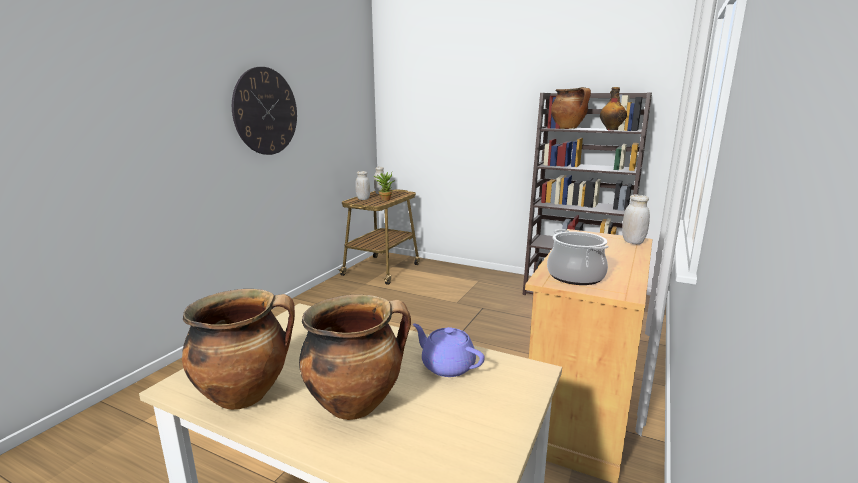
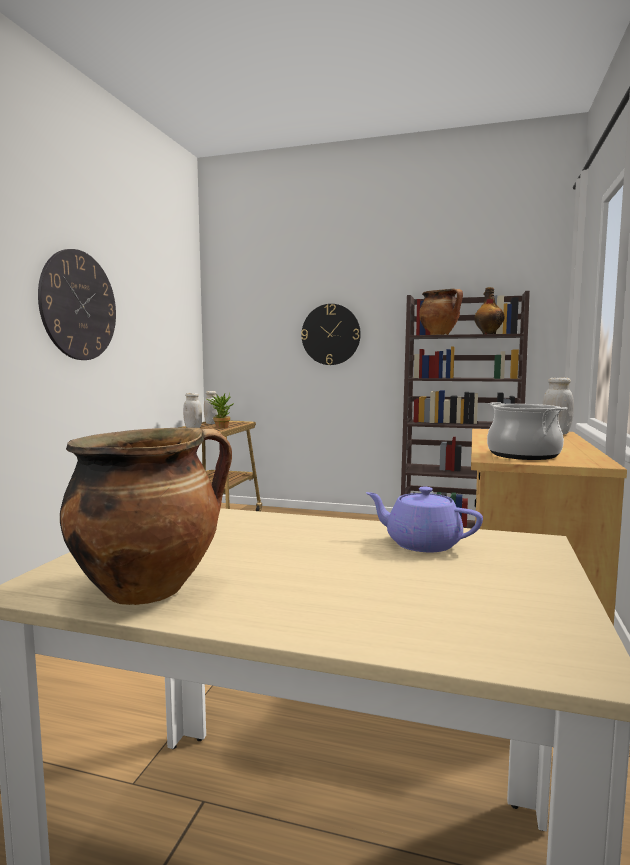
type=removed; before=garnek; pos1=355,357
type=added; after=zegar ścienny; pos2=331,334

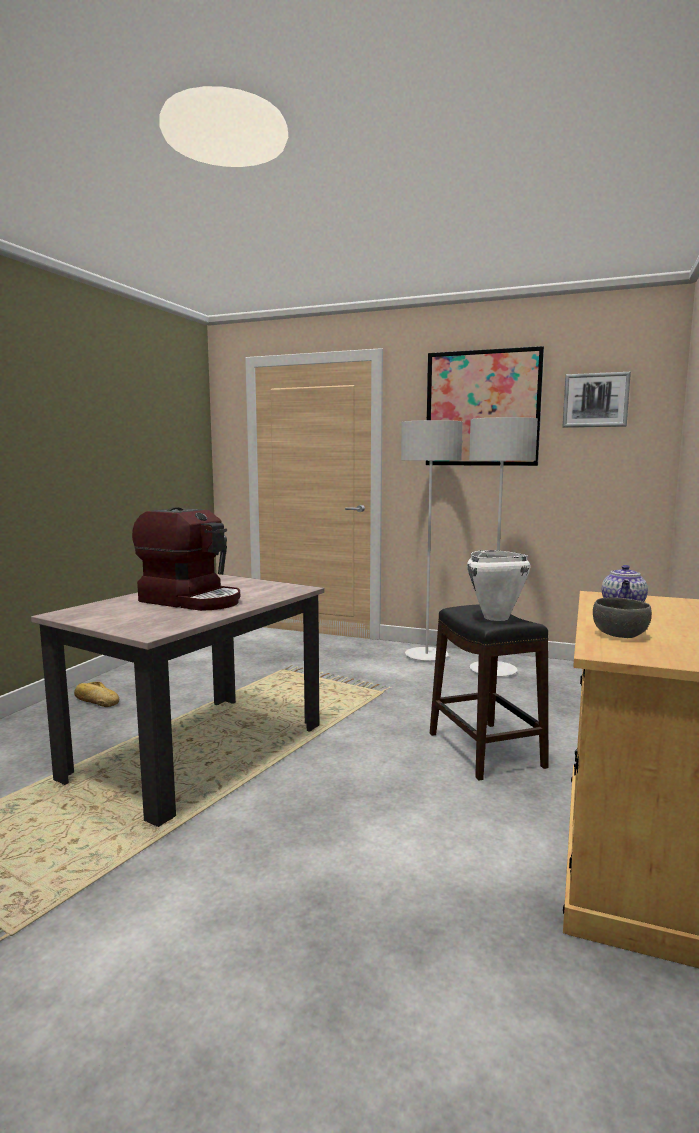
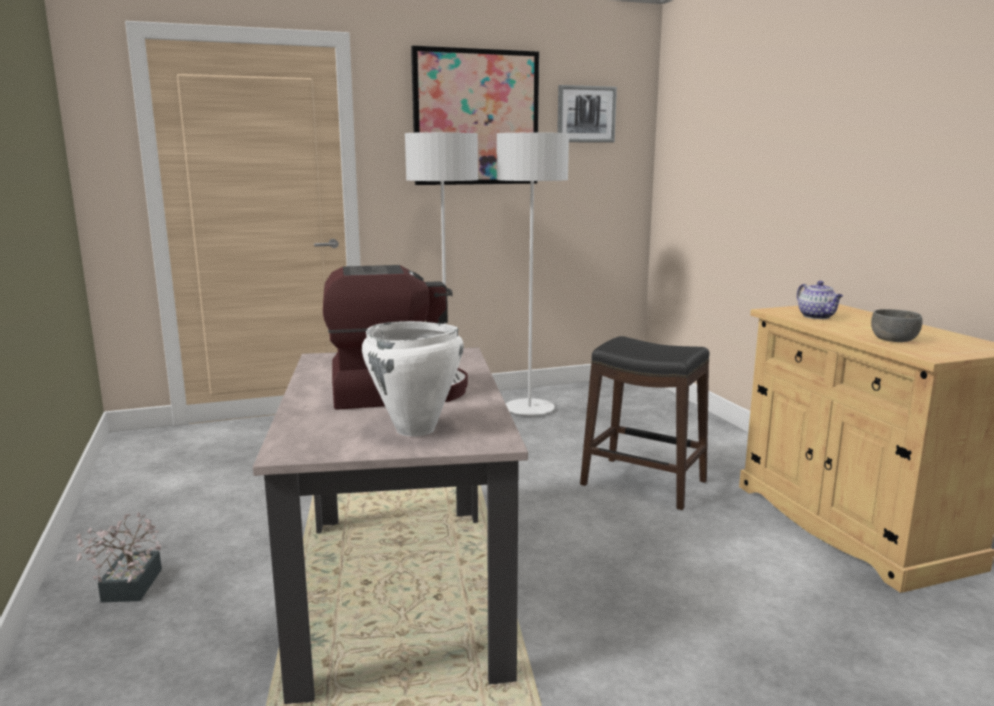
type=moved; before=garnek [biały]; pos1=498,585; pos2=413,378
type=replaced; before=chleb; after=roślina doniczkowa; pos1=96,694; pos2=119,557

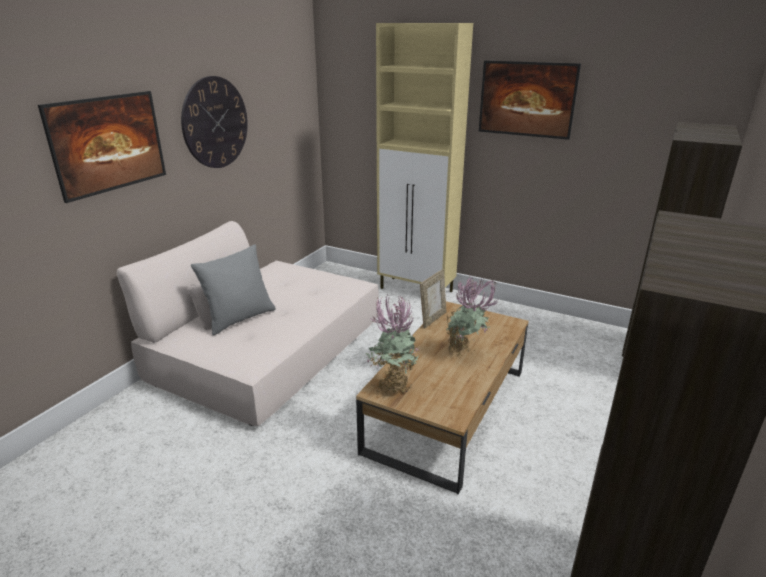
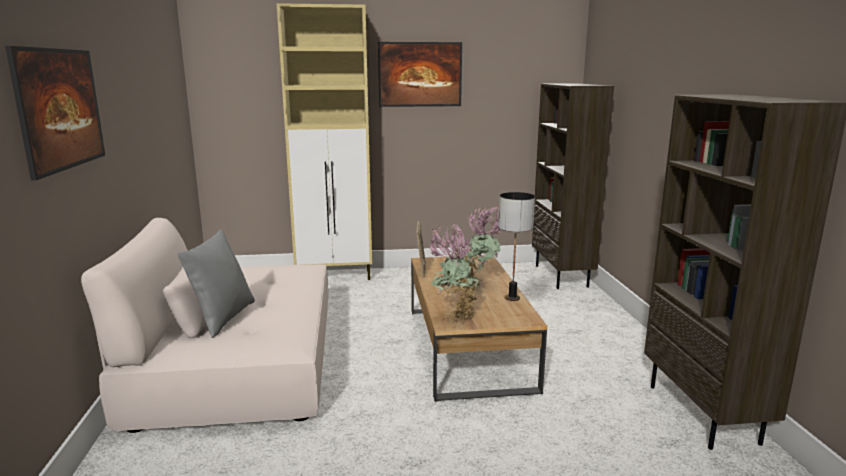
type=removed; before=zegar ścienny; pos1=214,122
type=added; after=lampa stołowa; pos2=517,246

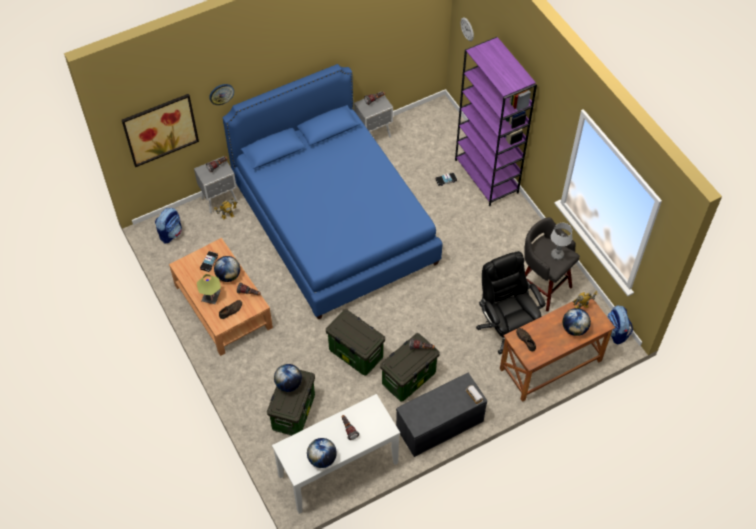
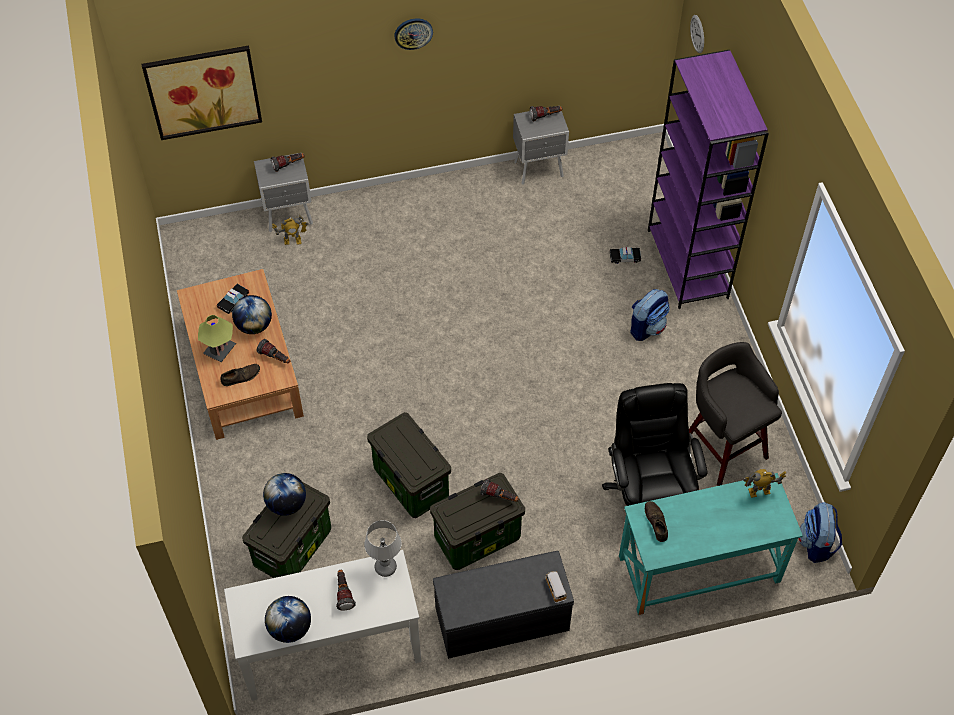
type=removed; before=łóżko [niebieski]; pos1=333,192
type=moved; before=zegar ścienny; pos1=221,94; pos2=413,34
type=moved; before=plecak; pos1=168,225; pos2=650,315
type=moved; before=lampa stołowa; pos1=562,241; pos2=383,548
type=recoloured; before=biurko [brązowy]; after=biurko [turkusowy]; pos1=557,350; pos2=711,544
type=removed; before=globus; pos1=577,322

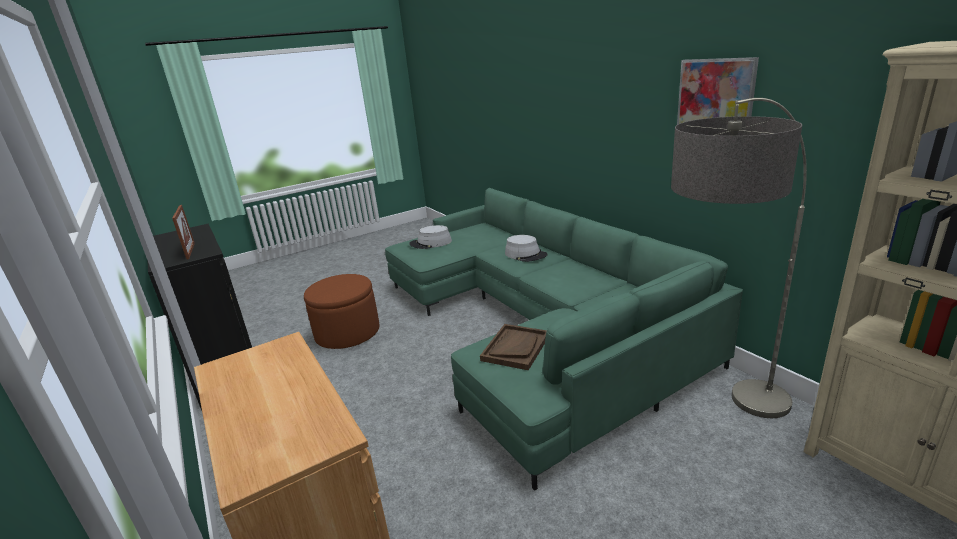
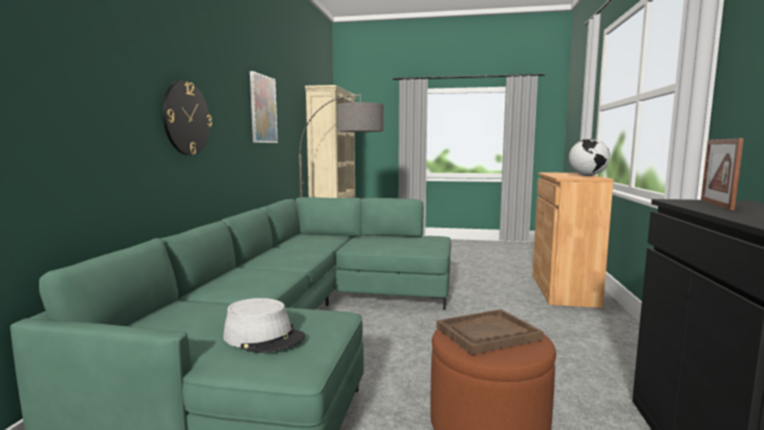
type=removed; before=kapelusz [szary]; pos1=526,248
type=moved; before=taca [brązowy]; pos1=513,347; pos2=490,332
type=added; after=zegar ścienny; pos2=187,118
type=added; after=globus; pos2=589,157

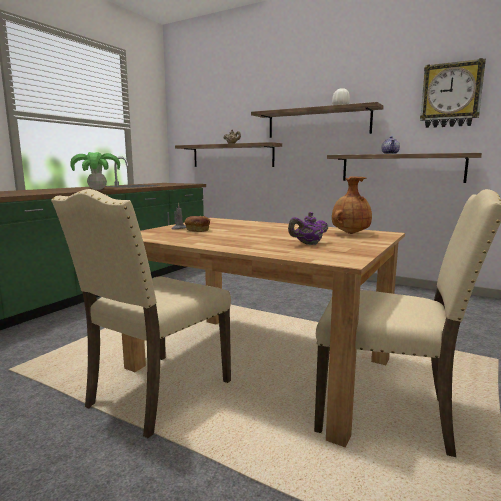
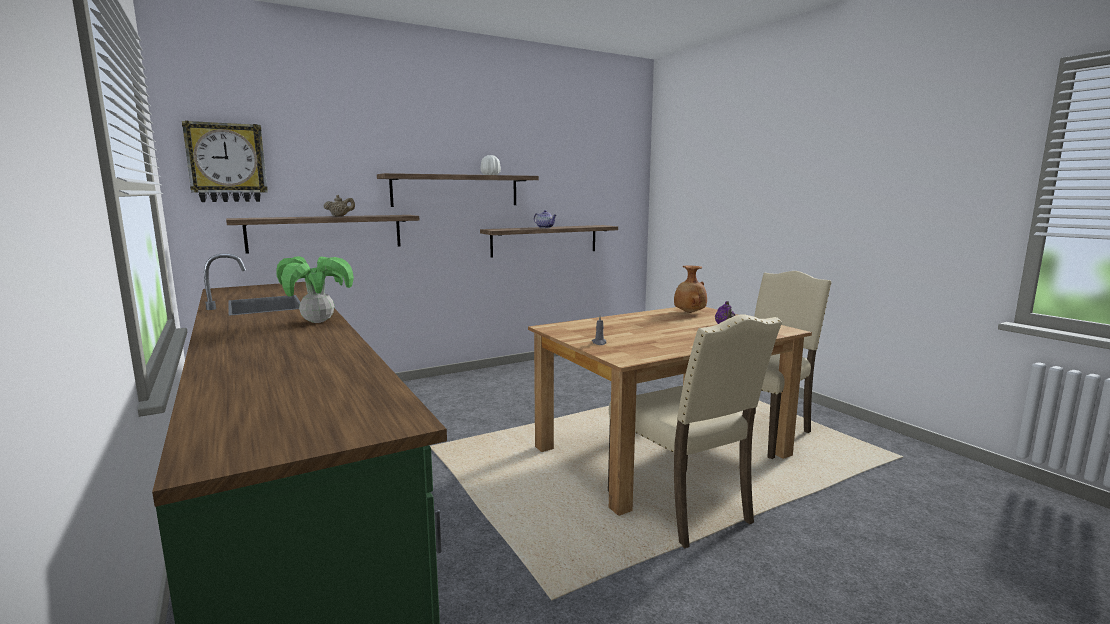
type=moved; before=zegar ścienny; pos1=453,93; pos2=225,161
type=removed; before=chleb; pos1=197,224

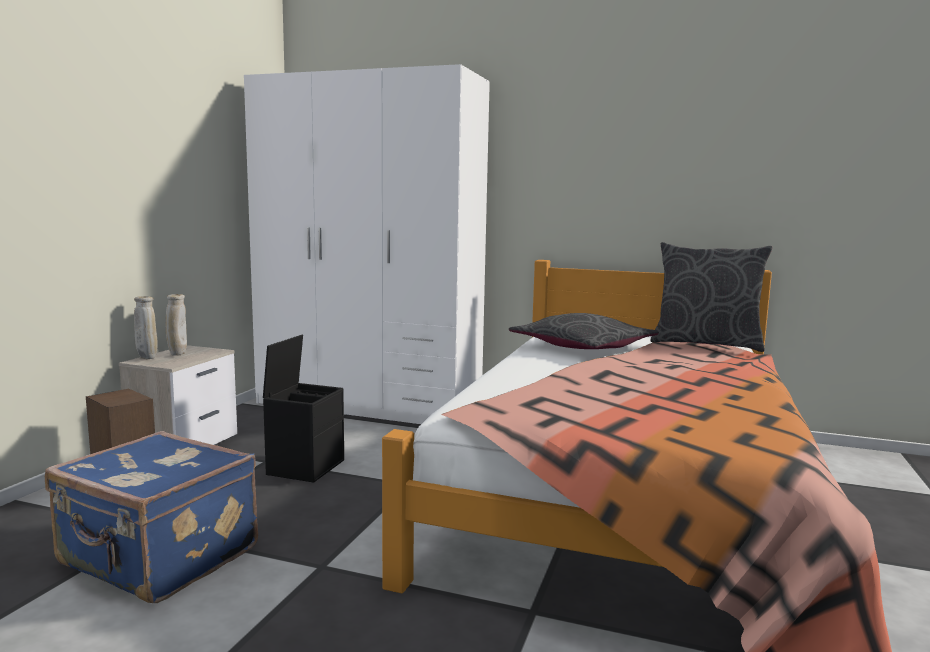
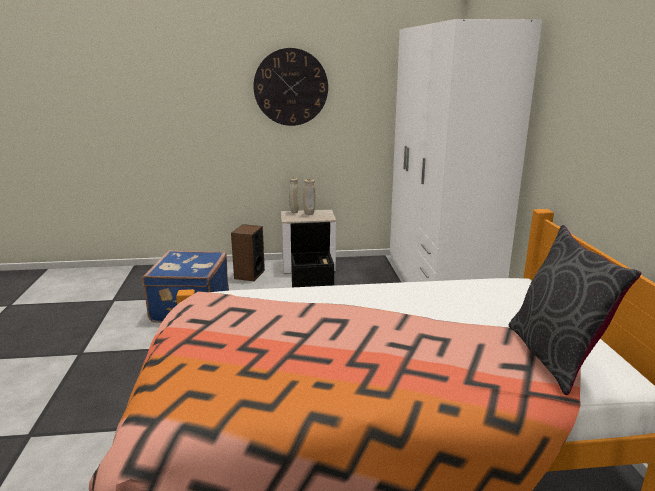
type=removed; before=poduszka [szary]; pos1=584,331
type=added; after=zegar ścienny; pos2=290,87

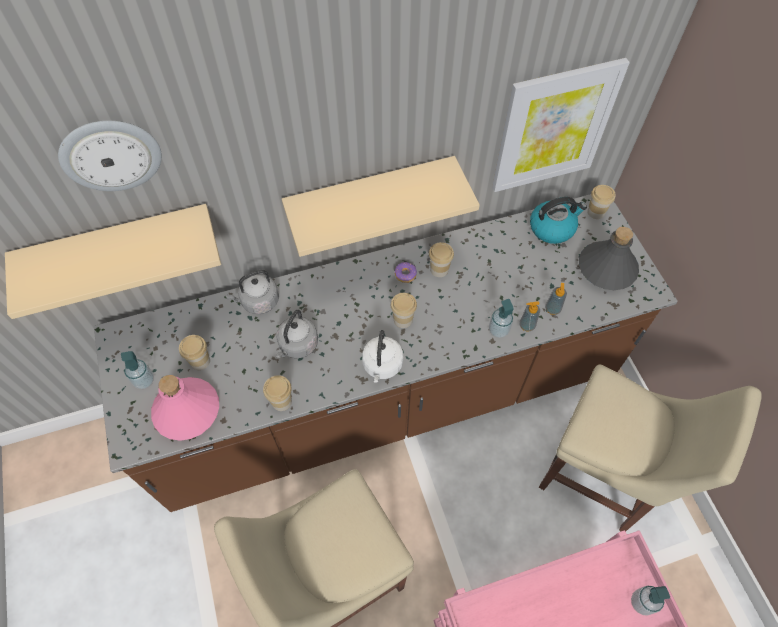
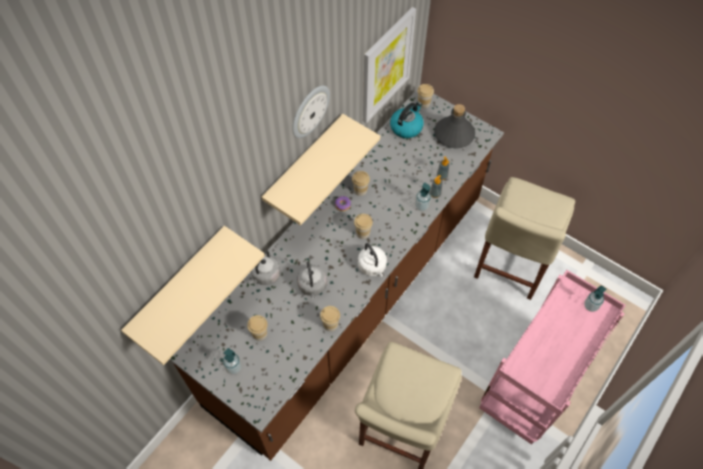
type=moved; before=zegar ścienny; pos1=110,156; pos2=311,111
type=turned; before=krzesło [beżowy]; pos1=650,448; pos2=524,238; turn=120
type=removed; before=butelka [różowy]; pos1=185,408

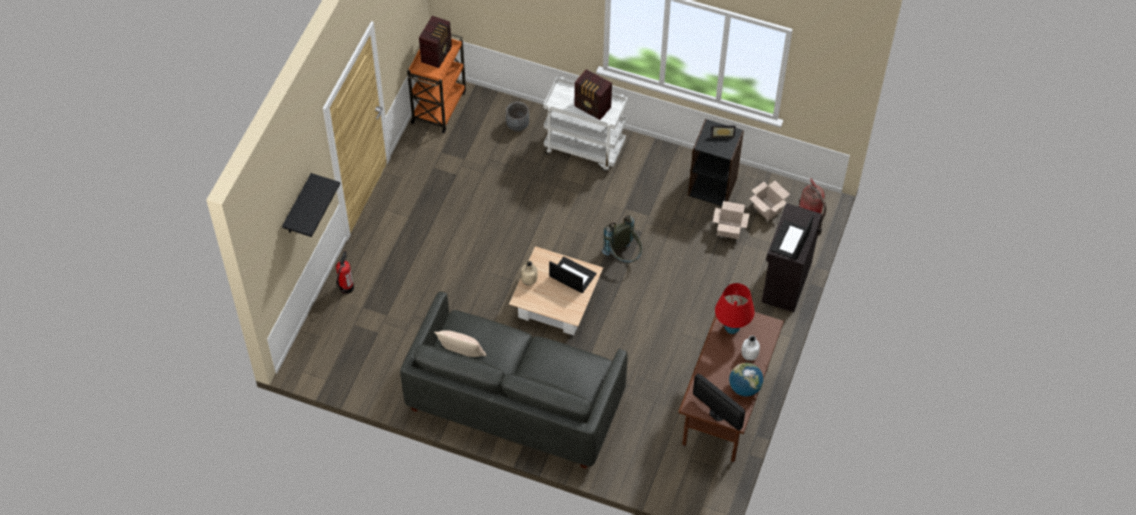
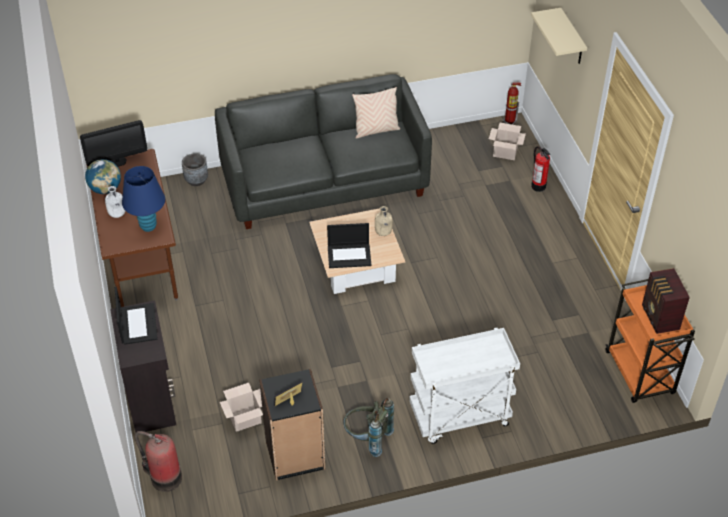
type=removed; before=radio; pos1=593,94
type=moved; before=donica [szary]; pos1=517,117; pos2=195,169
type=recoloured; before=półka [czarny]; after=półka [beżowy]; pos1=311,205; pos2=559,36
type=moved; before=karton; pos1=769,201; pos2=507,141
type=moved; before=plecak [szary]; pos1=622,239; pos2=368,427
type=recoloured; before=lampa stołowa [czerwony]; after=lampa stołowa [niebieski]; pos1=735,308; pos2=143,199
type=turned; before=monitor; pos1=719,402; pos2=113,143; turn=150
type=added; after=gaśnica; pos2=512,103

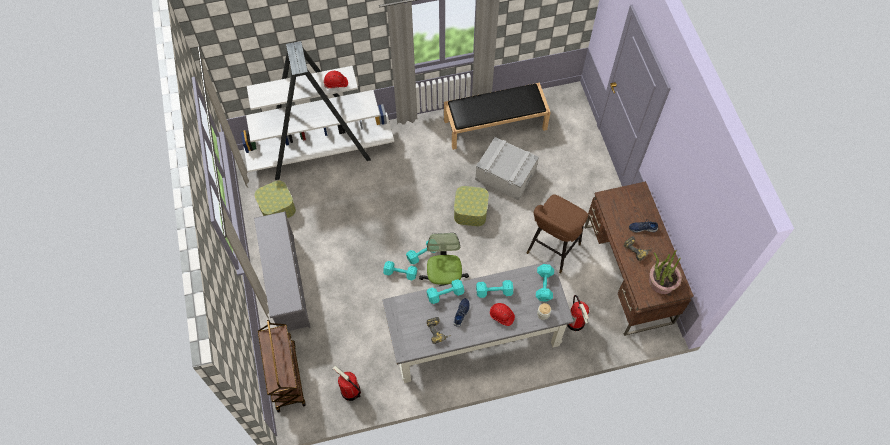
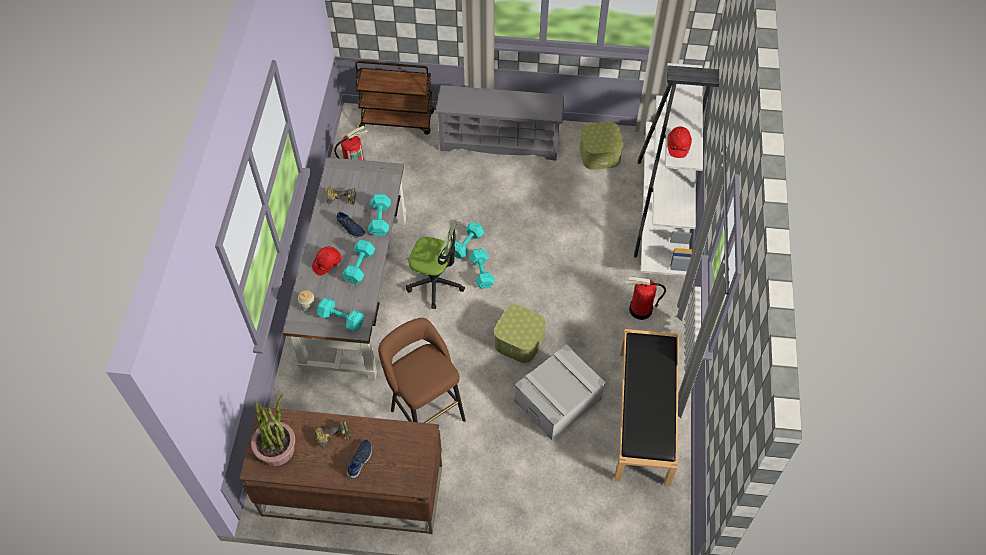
type=moved; before=gaśnica; pos1=578,313; pos2=645,298

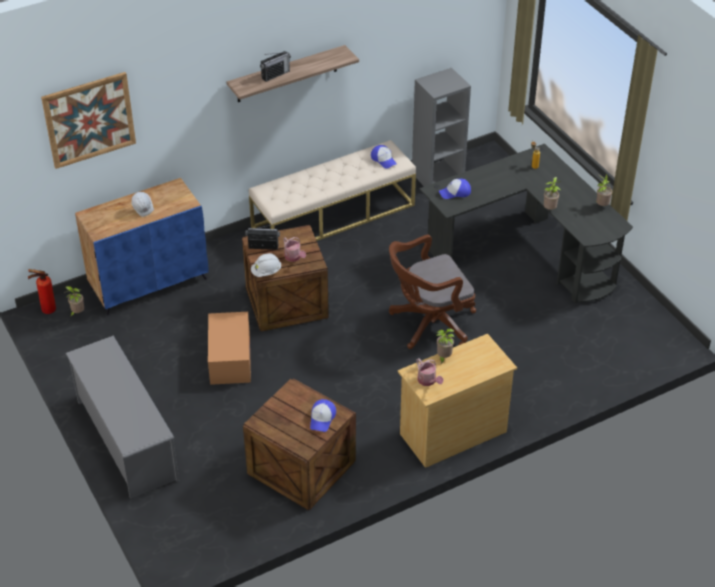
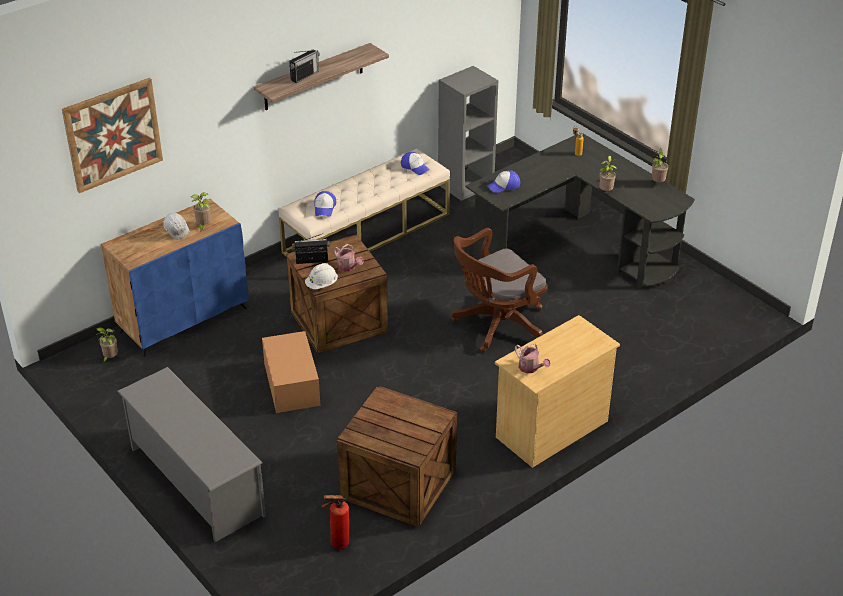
type=moved; before=gaśnica; pos1=42,291; pos2=335,522
type=moved; before=roślina doniczkowa; pos1=446,346; pos2=201,211
type=moved; before=czapka z daszkiem; pos1=323,415; pos2=325,203

